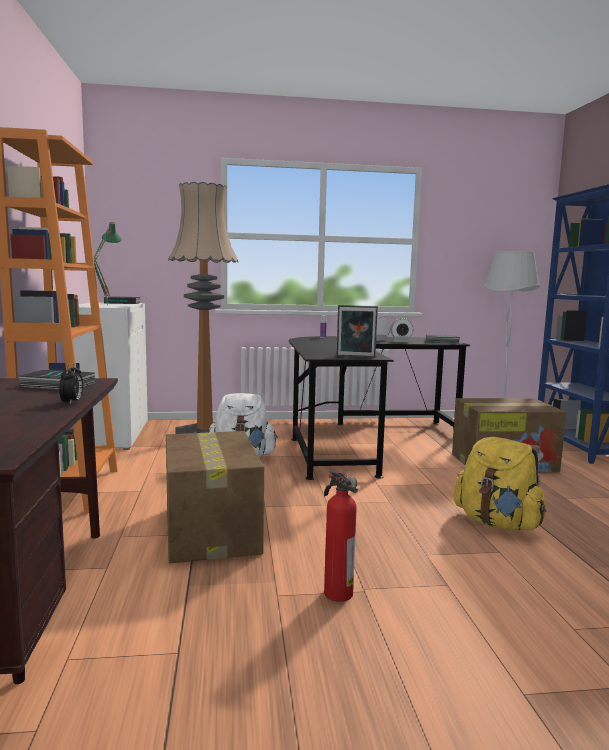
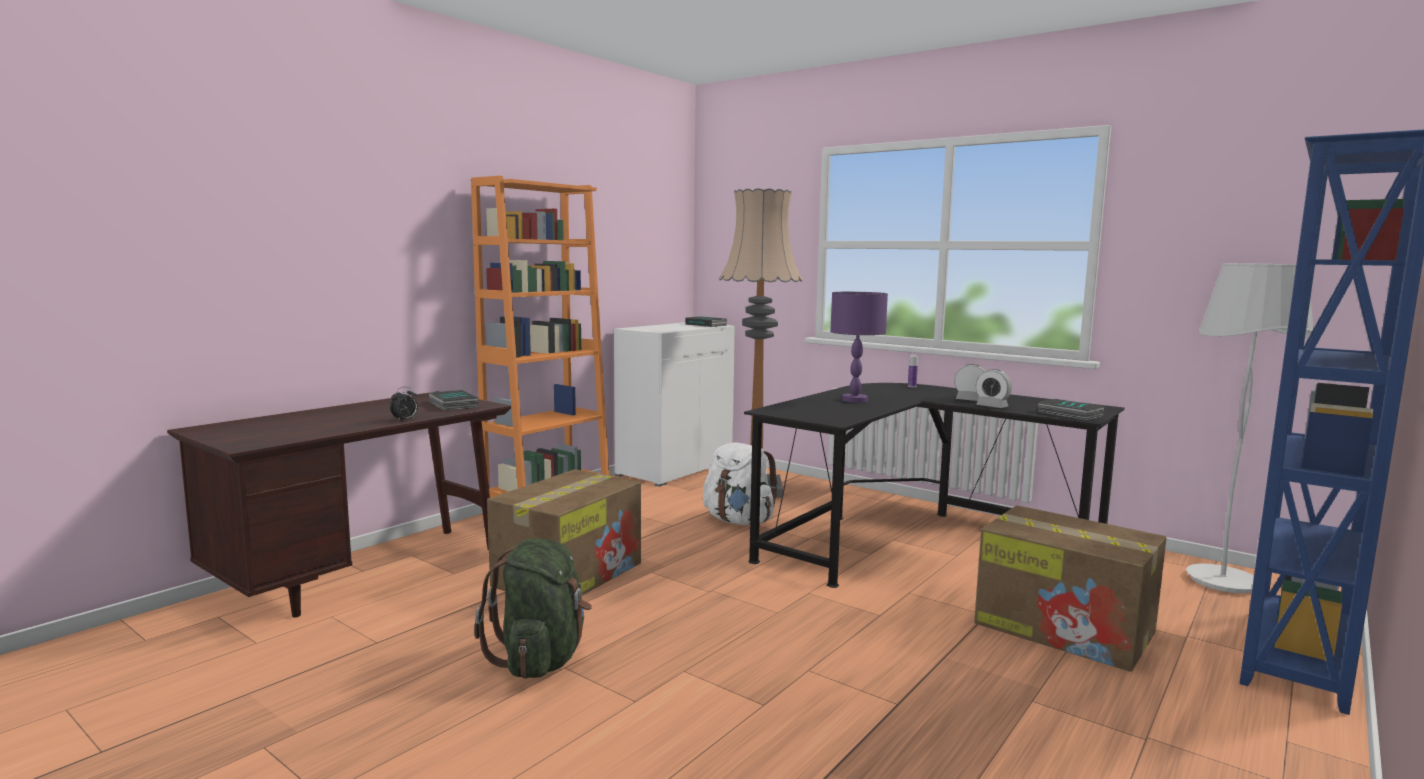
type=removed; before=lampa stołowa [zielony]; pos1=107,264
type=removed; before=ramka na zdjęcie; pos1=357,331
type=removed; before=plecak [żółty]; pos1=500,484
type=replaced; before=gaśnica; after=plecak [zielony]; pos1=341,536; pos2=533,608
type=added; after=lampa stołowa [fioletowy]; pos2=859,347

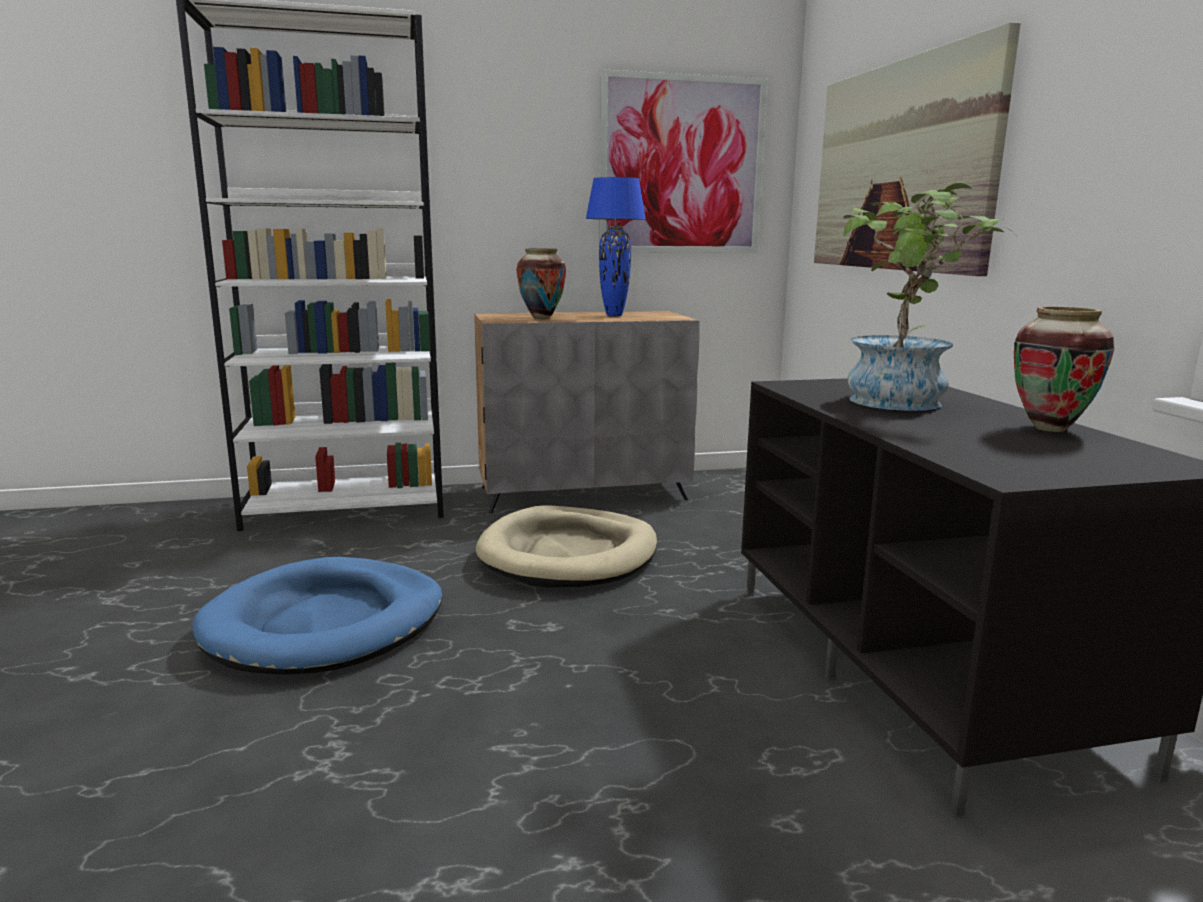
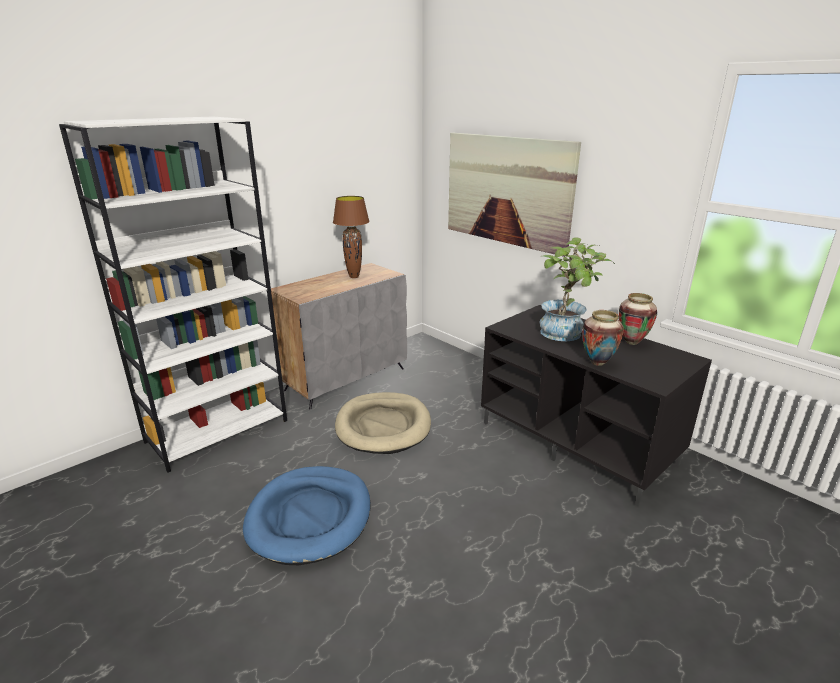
type=removed; before=obraz; pos1=683,161
type=recoloured; before=lampa stołowa [niebieski]; after=lampa stołowa [brązowy]; pos1=615,246; pos2=351,237
type=moved; before=wazon; pos1=541,283; pos2=603,338

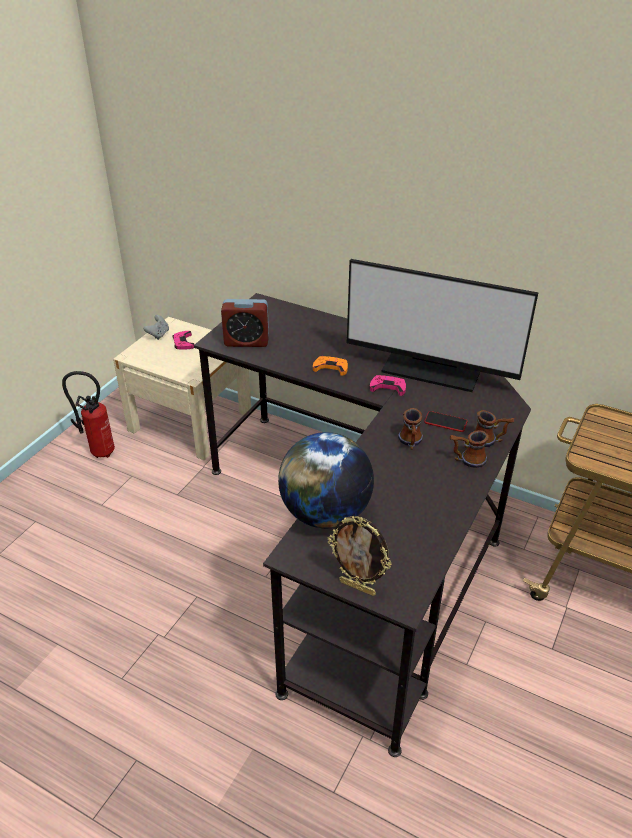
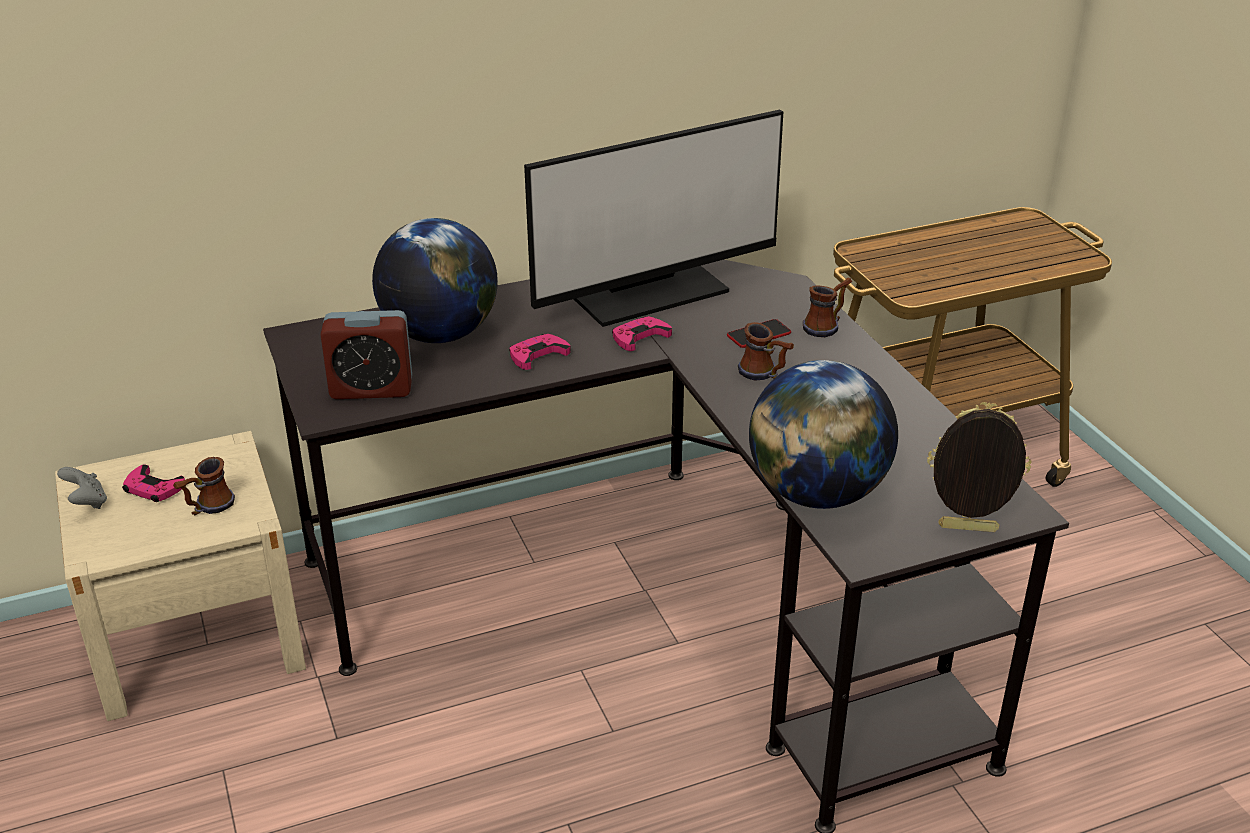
type=turned; before=budzik; pos1=245,323; pos2=366,354; turn=45
type=recoloured; before=pad do gier [pomarańczowy]; after=pad do gier [różowy]; pos1=330,366; pos2=540,352
type=removed; before=gaśnica; pos1=88,414
type=moved; before=kubek; pos1=469,449; pos2=204,486
type=turned; before=ramka na zdjęcie; pos1=360,556; pos2=979,467; turn=-150
type=added; after=globus; pos2=435,280

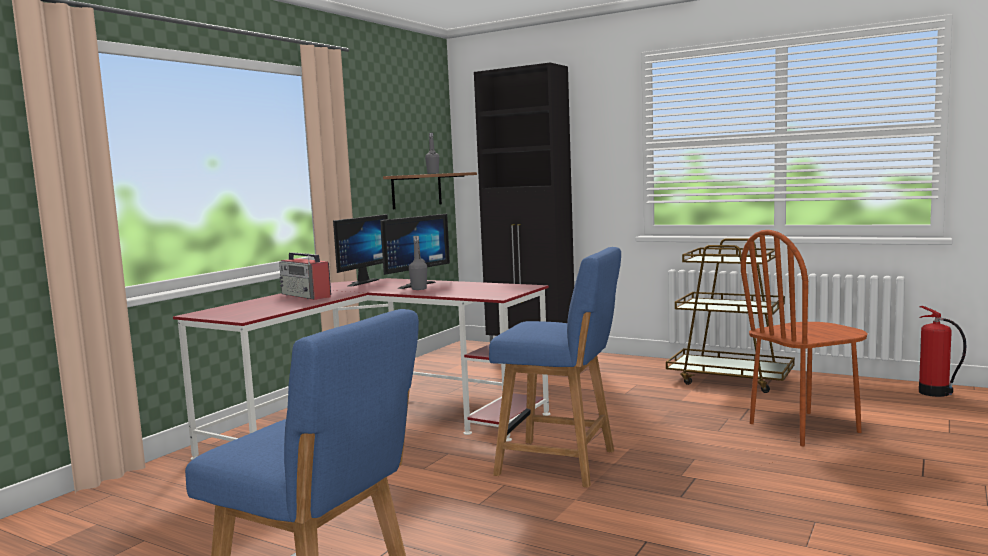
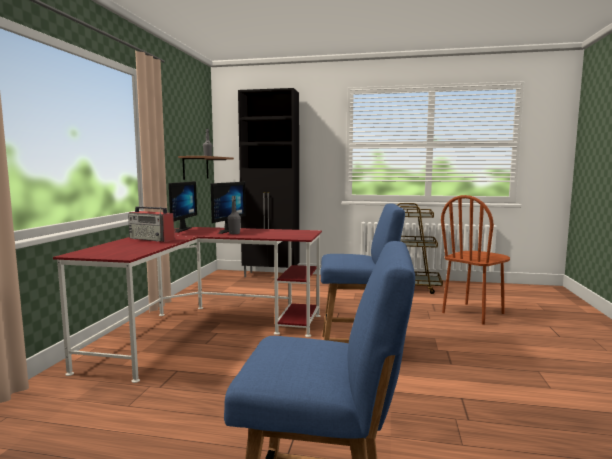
type=removed; before=gaśnica; pos1=942,351

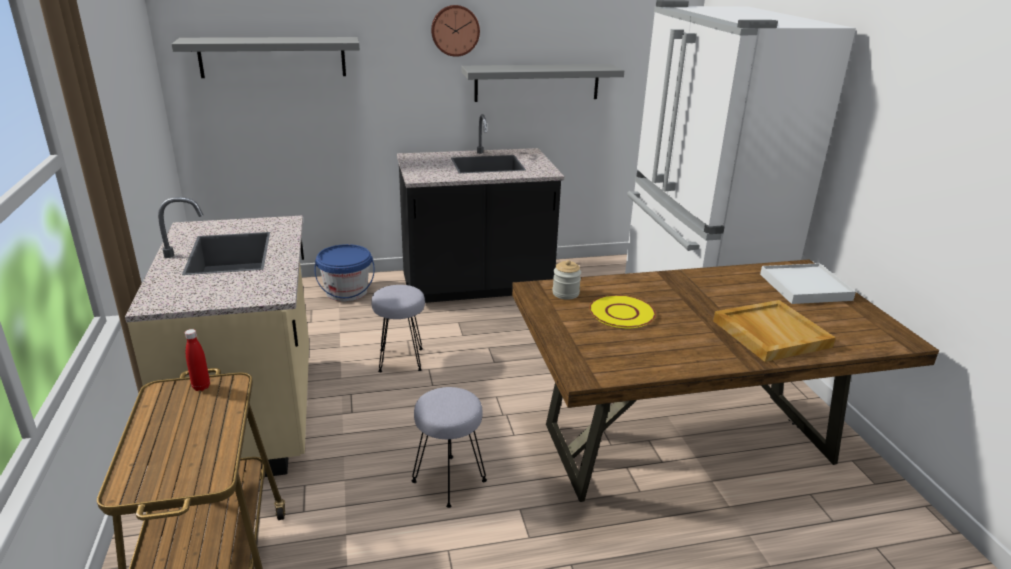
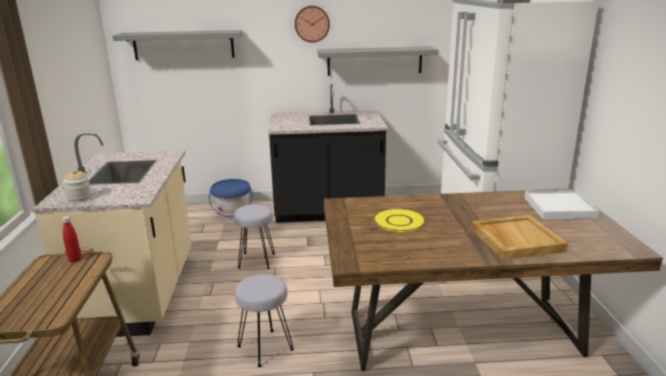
type=moved; before=słoik; pos1=566,280; pos2=77,186

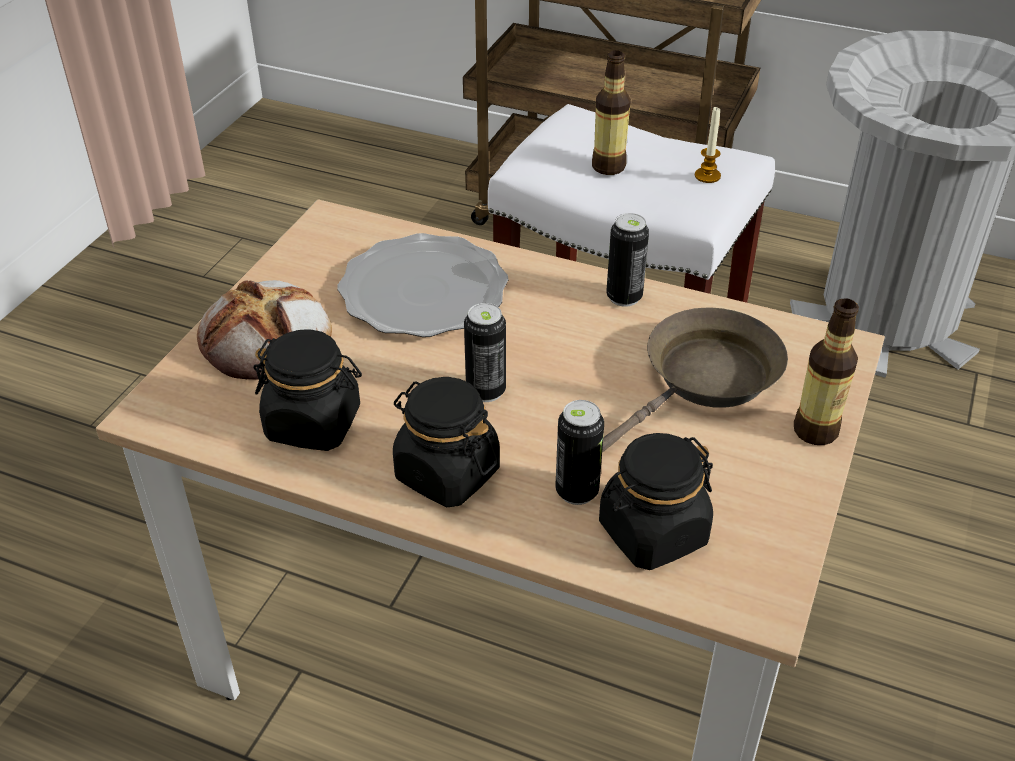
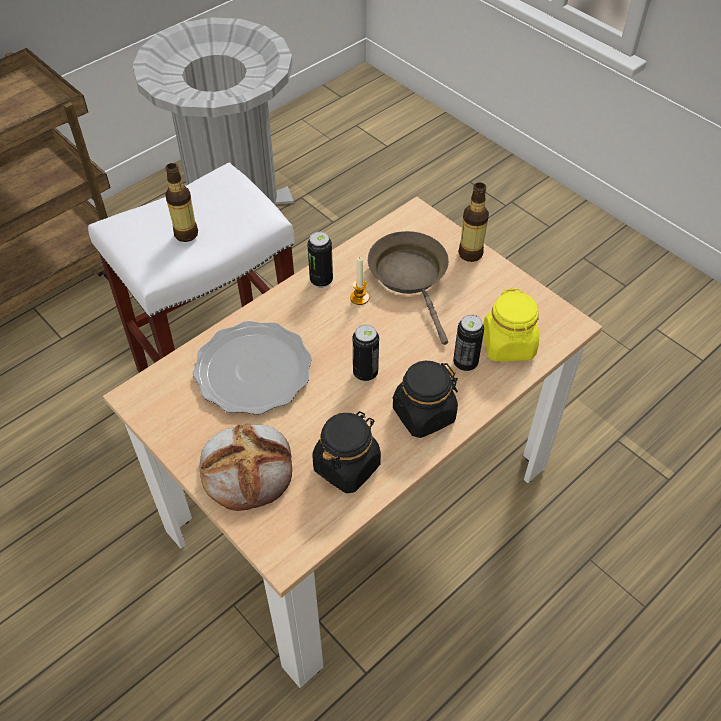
type=moved; before=świeca; pos1=708,145; pos2=359,281
type=recoloured; before=słoik [czarny]; after=słoik [żółty]; pos1=656,501; pos2=511,325

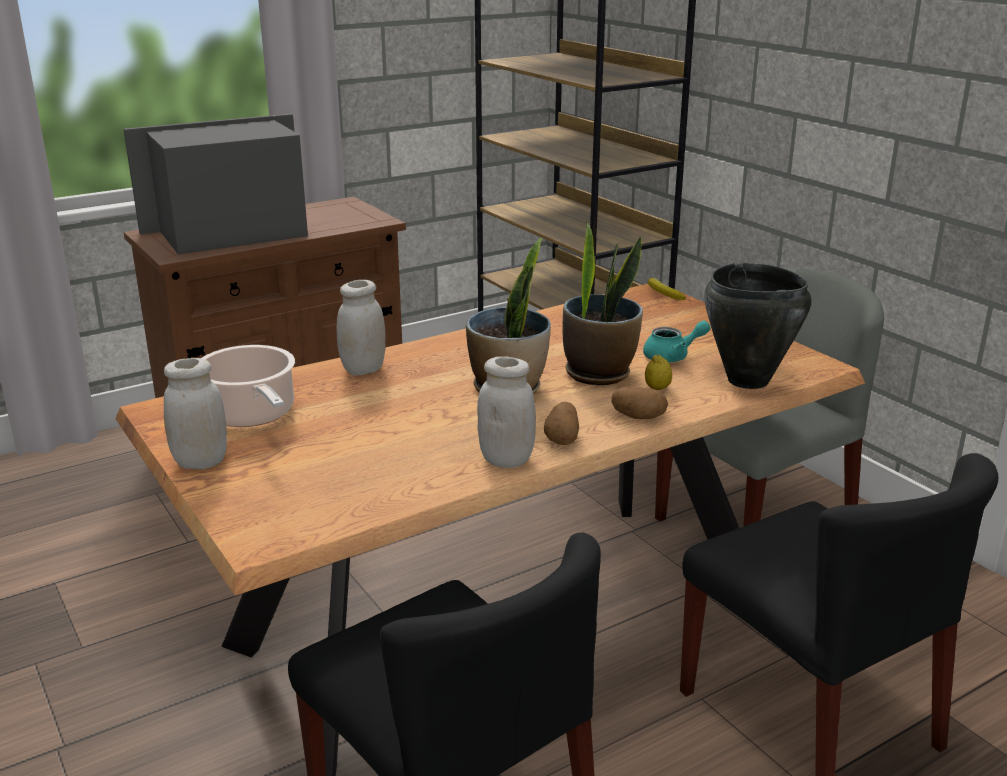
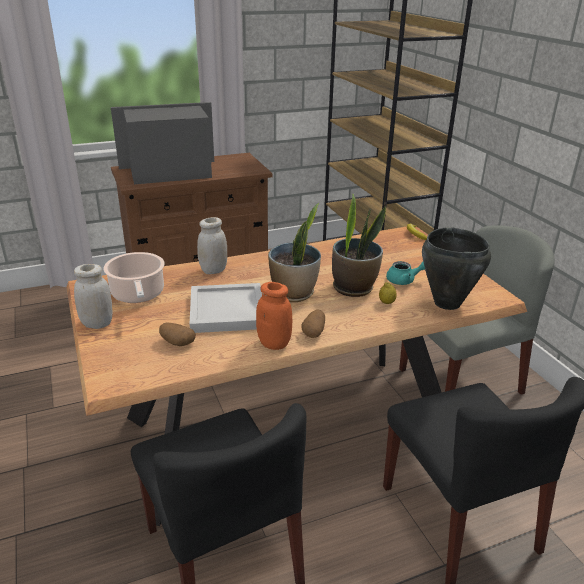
type=recoloured; before=słoik [biały]; after=słoik [pomarańczowy]; pos1=506,412; pos2=274,316
type=moved; before=ziemniak; pos1=639,403; pos2=177,334
type=added; after=taca [biały]; pos2=226,308

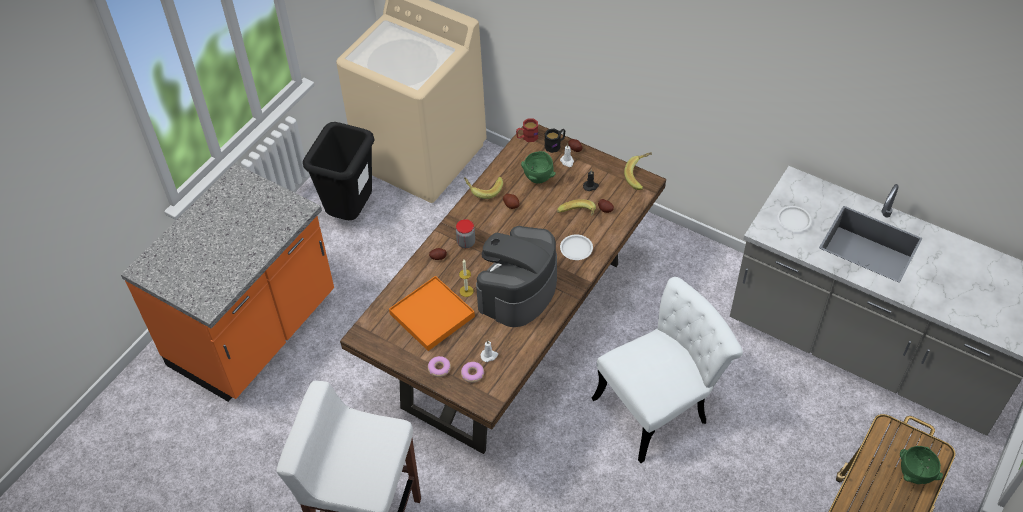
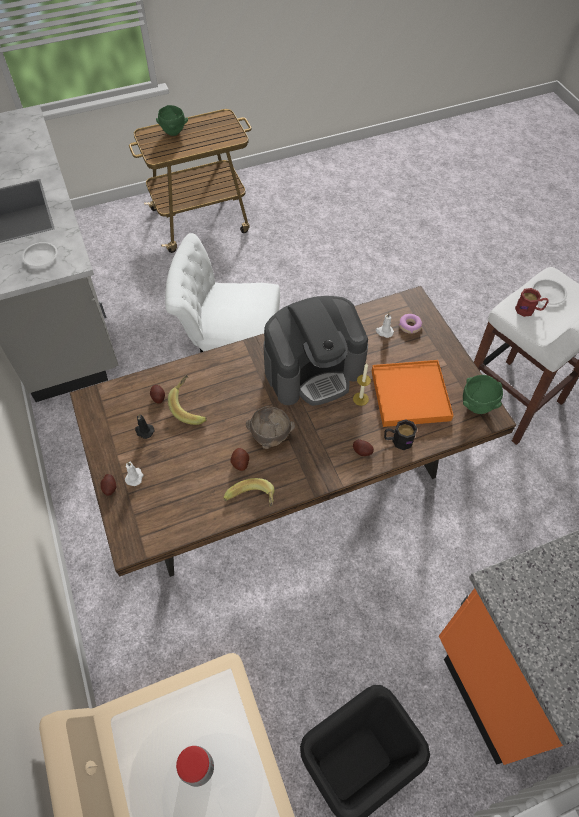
type=moved; before=kubek [czerwony]; pos1=527,130; pos2=531,302
type=moved; before=kubek [czarny]; pos1=554,140; pos2=400,434
type=moved; before=miska [zielony]; pos1=538,167; pos2=483,394
type=removed; before=banan; pos1=638,171
type=moved; before=słoik; pos1=465,233; pos2=195,766
type=moved; before=talerz [biały]; pos1=576,247; pos2=549,292
type=removed; before=donut; pos1=439,366
type=added; after=miska [brązowy]; pos2=270,427

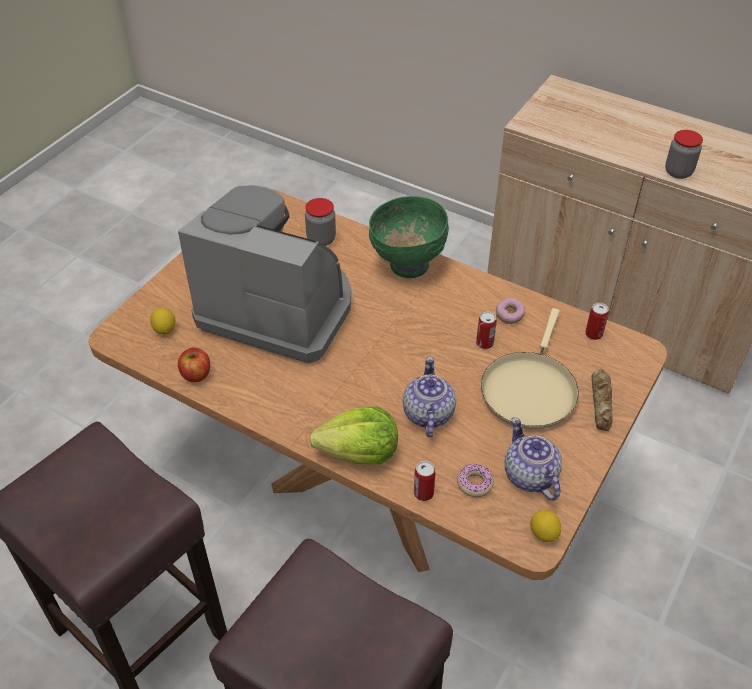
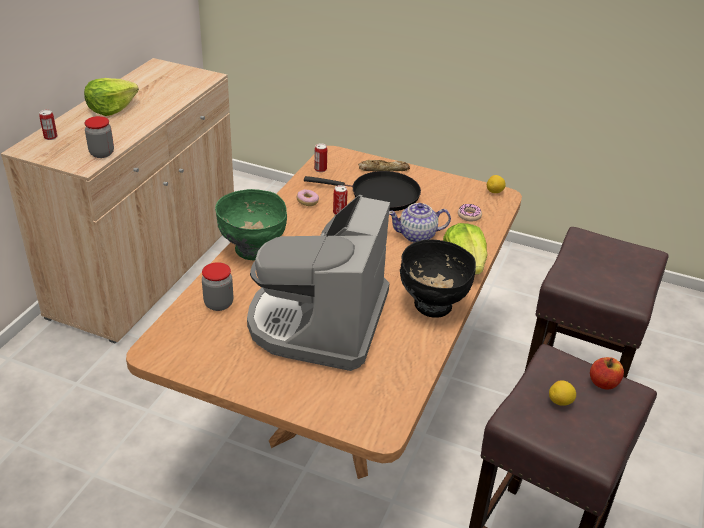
type=moved; before=słoik; pos1=684,154; pos2=99,137
type=moved; before=cytryna; pos1=162,321; pos2=562,393
type=recoloured; before=patelnia [beżowy]; after=patelnia [czarny]; pos1=530,369; pos2=362,191
type=moved; before=jabłko; pos1=194,364; pos2=607,373
type=removed; before=imbryk; pos1=533,459
type=moved; before=puszka; pos1=424,481; pos2=48,125
type=added; after=sałata; pos2=111,97
type=added; after=miska [czarny]; pos2=438,279

